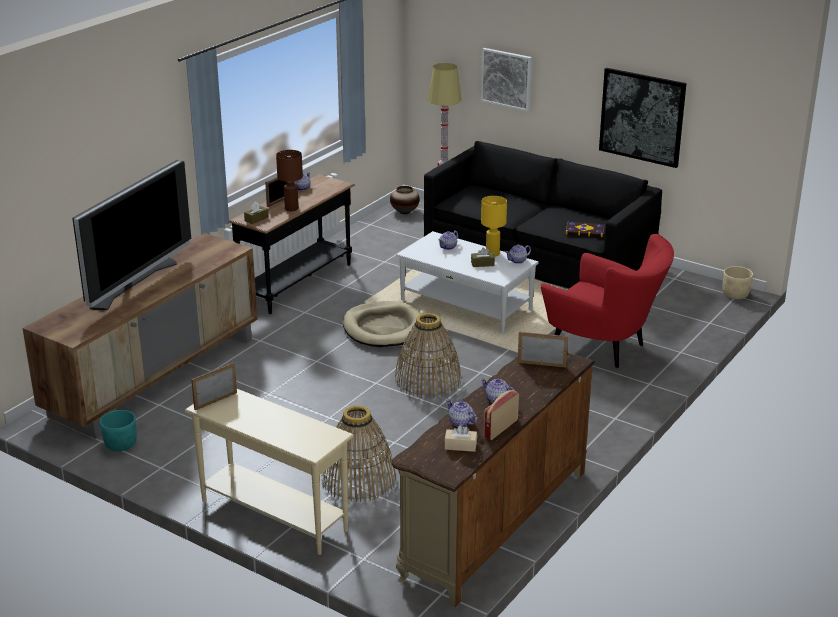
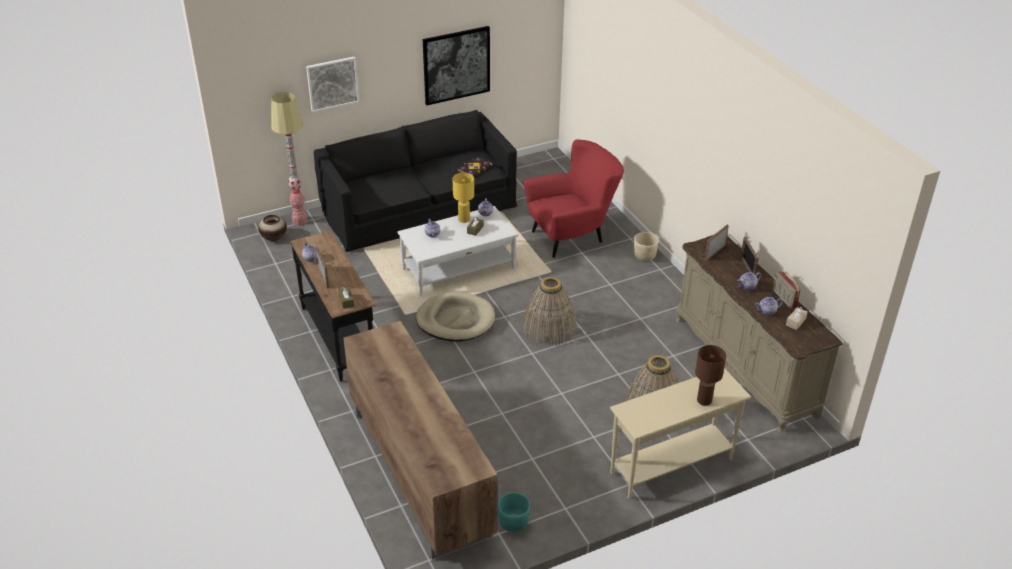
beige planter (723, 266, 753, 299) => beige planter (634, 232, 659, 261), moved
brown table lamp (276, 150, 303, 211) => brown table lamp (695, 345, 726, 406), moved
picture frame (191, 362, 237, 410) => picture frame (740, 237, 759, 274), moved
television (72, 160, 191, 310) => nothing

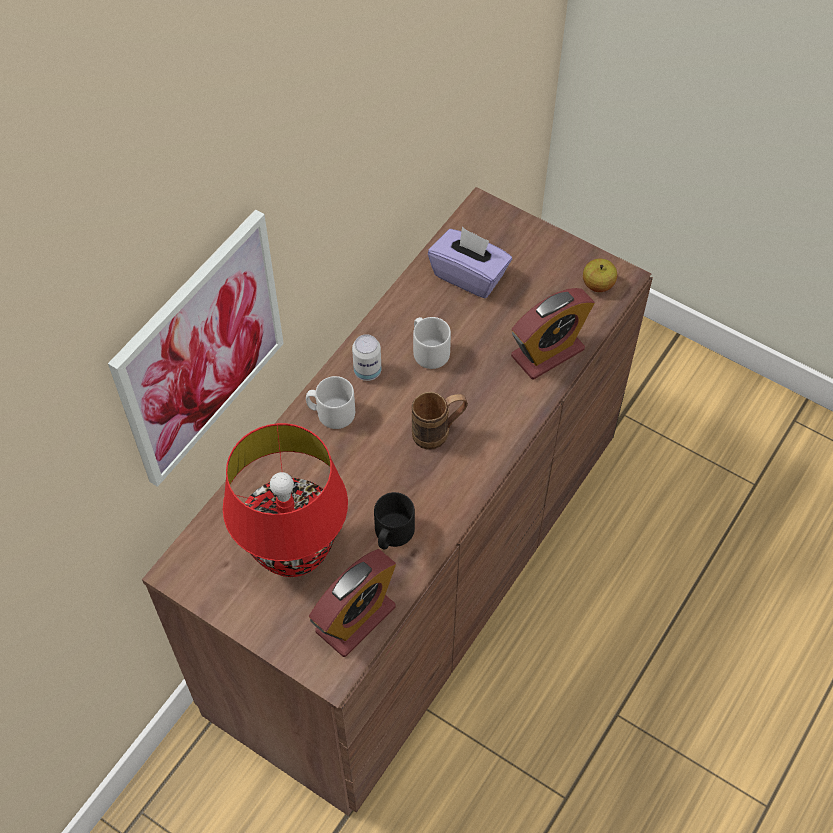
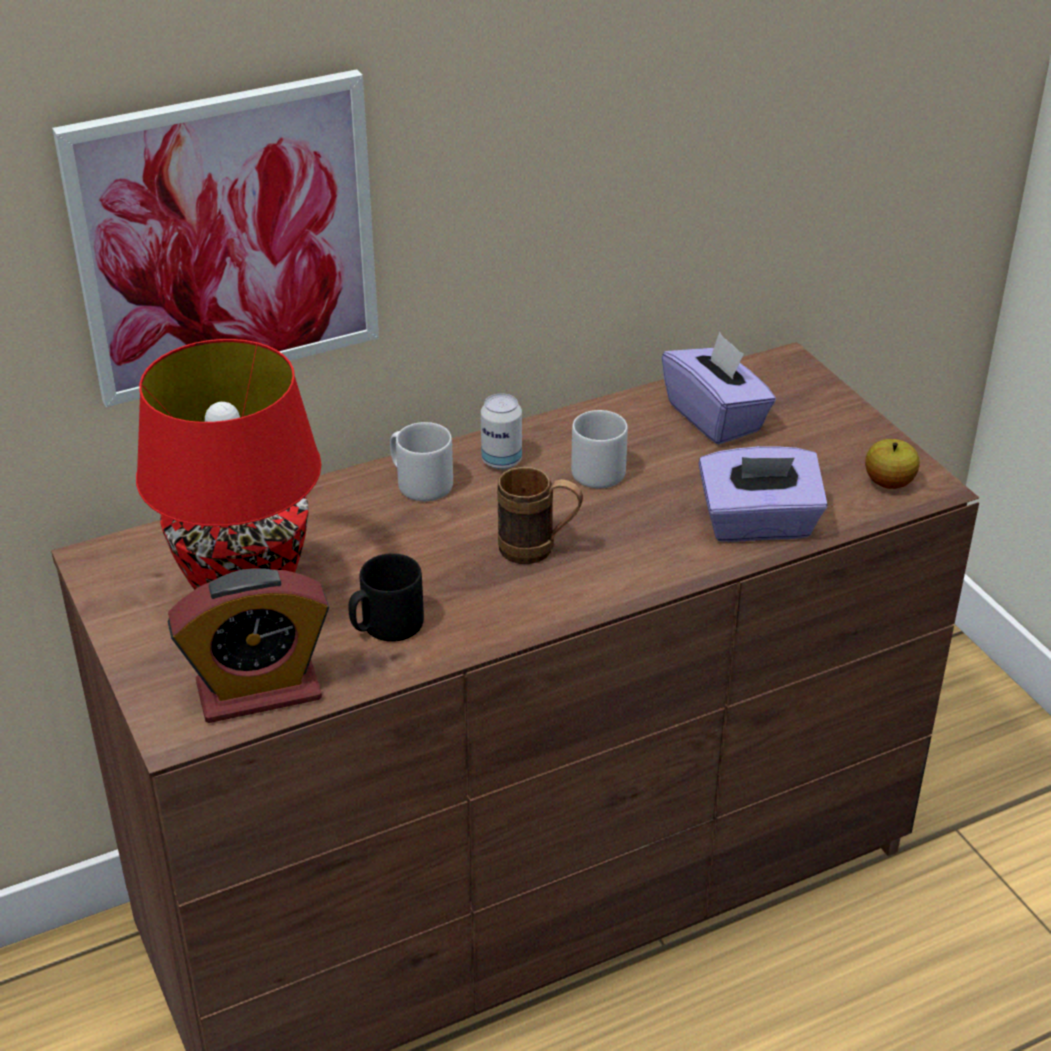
alarm clock (511, 288, 594, 380) => purple tissue box (699, 446, 828, 542)

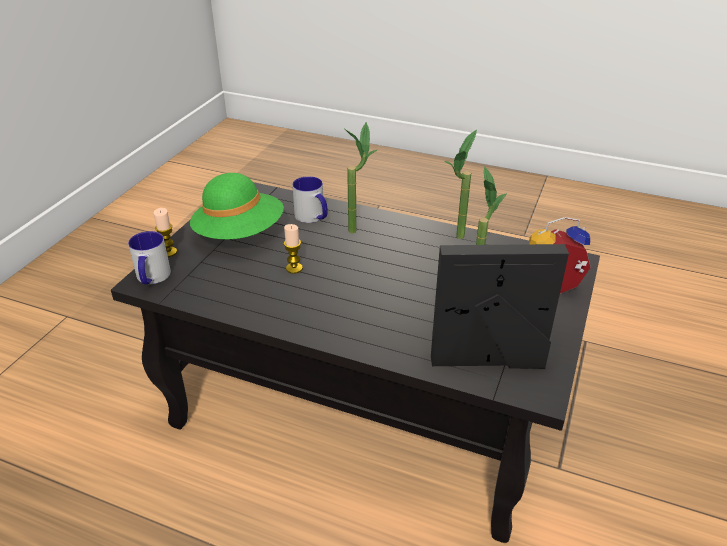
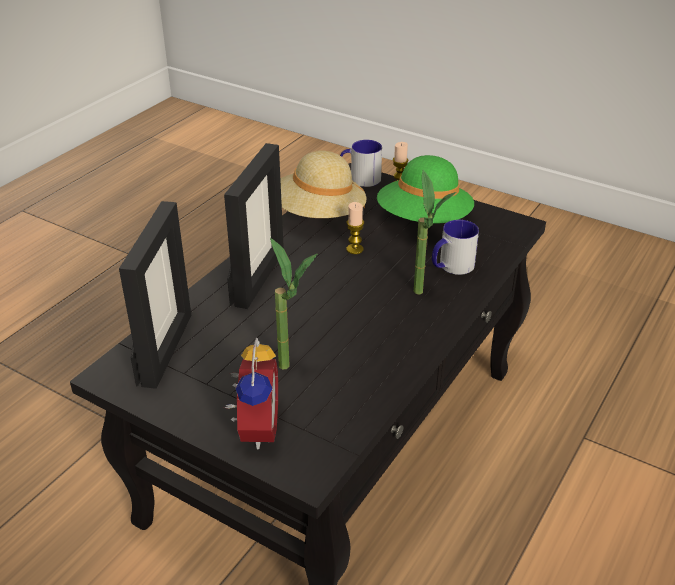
nothing => picture frame (224, 143, 284, 309)
nothing => beige hat (280, 151, 366, 218)
potted plant (444, 129, 477, 239) => nothing

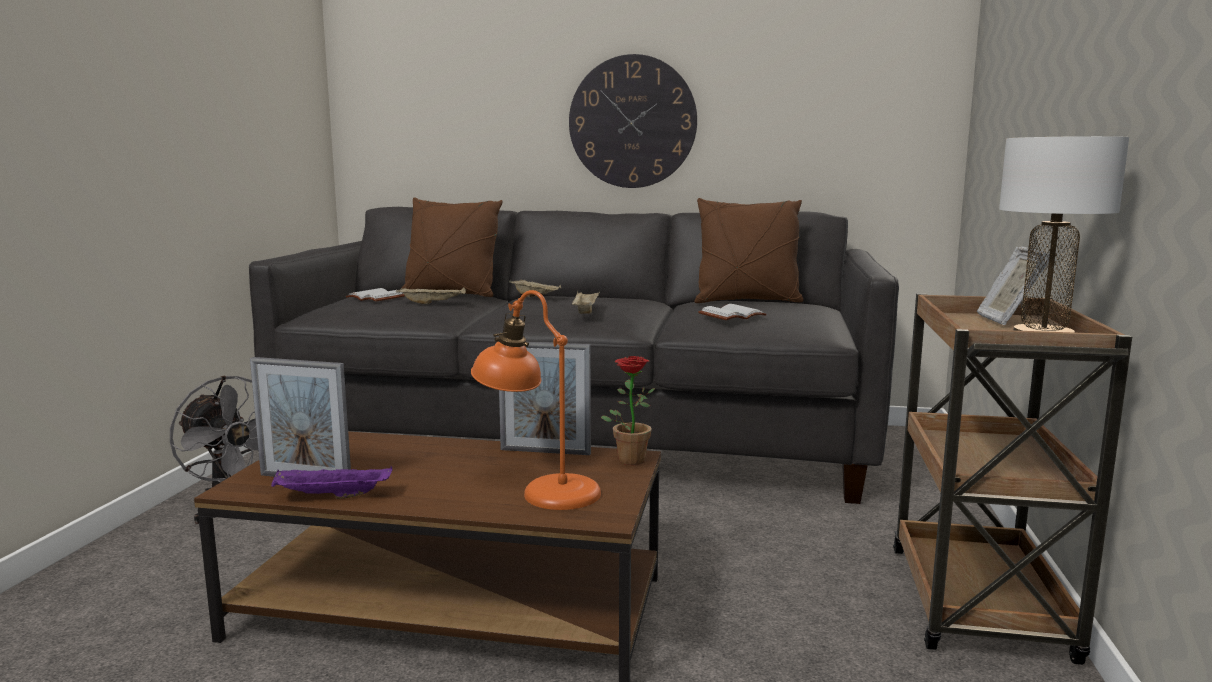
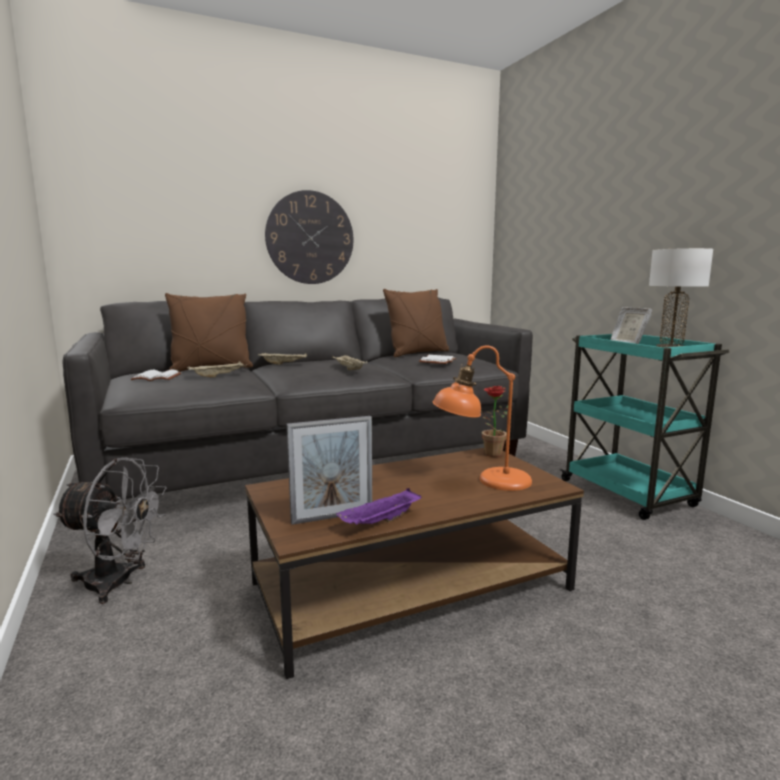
brown cart (893, 293, 1132, 665) => turquoise cart (560, 334, 729, 520)
picture frame (499, 342, 591, 455) => nothing

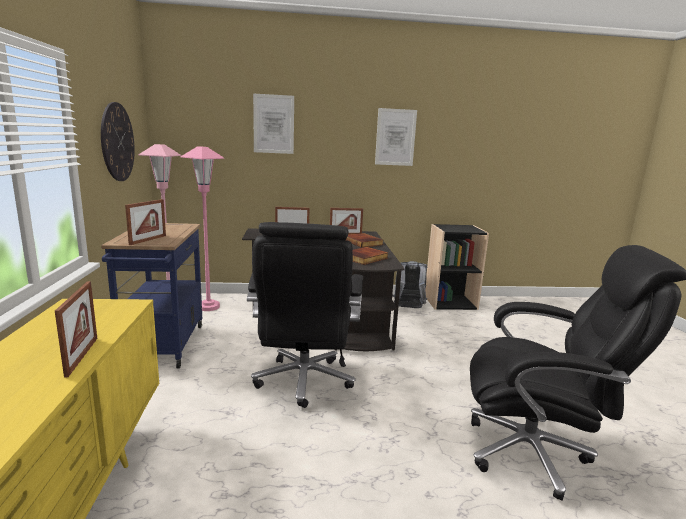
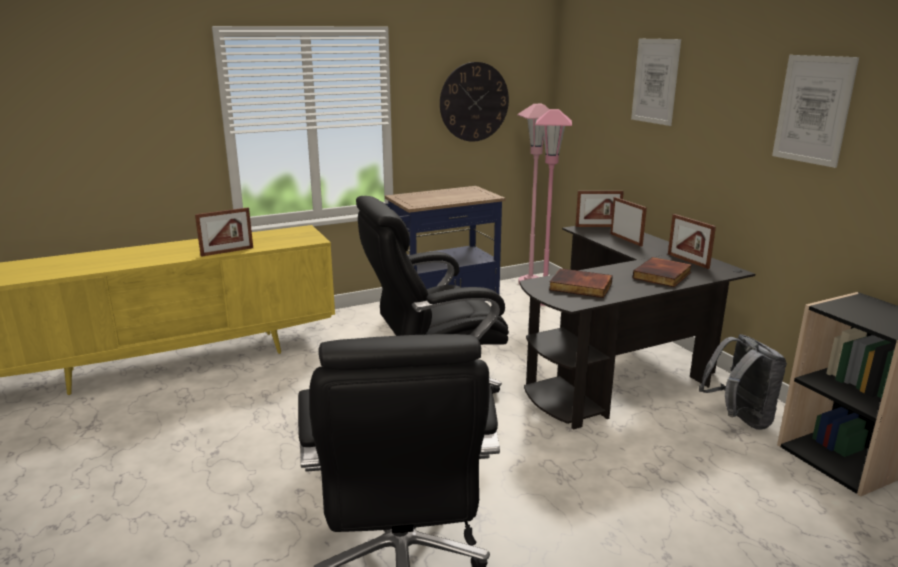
picture frame (125, 199, 166, 245) => picture frame (575, 191, 624, 227), moved

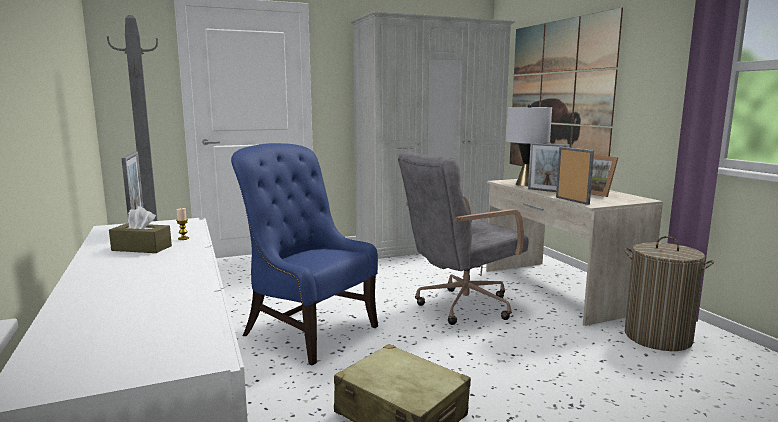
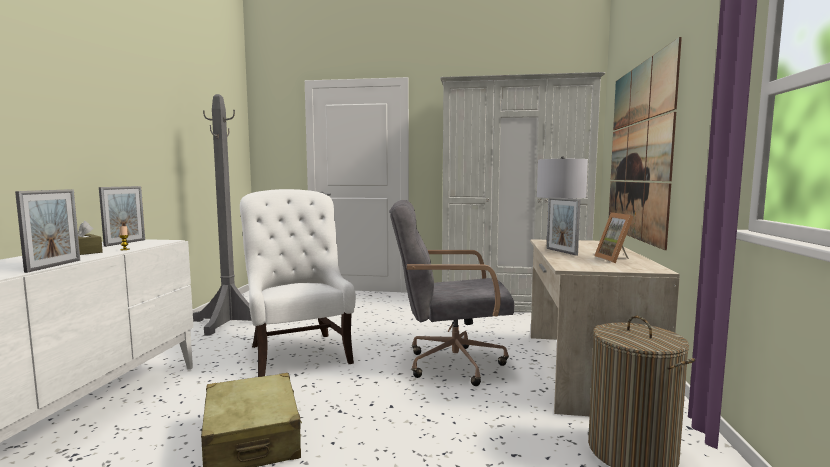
picture frame (556, 147, 594, 205) => picture frame (15, 189, 80, 273), moved
blue chair (231, 143, 378, 365) => white chair (240, 189, 356, 377)

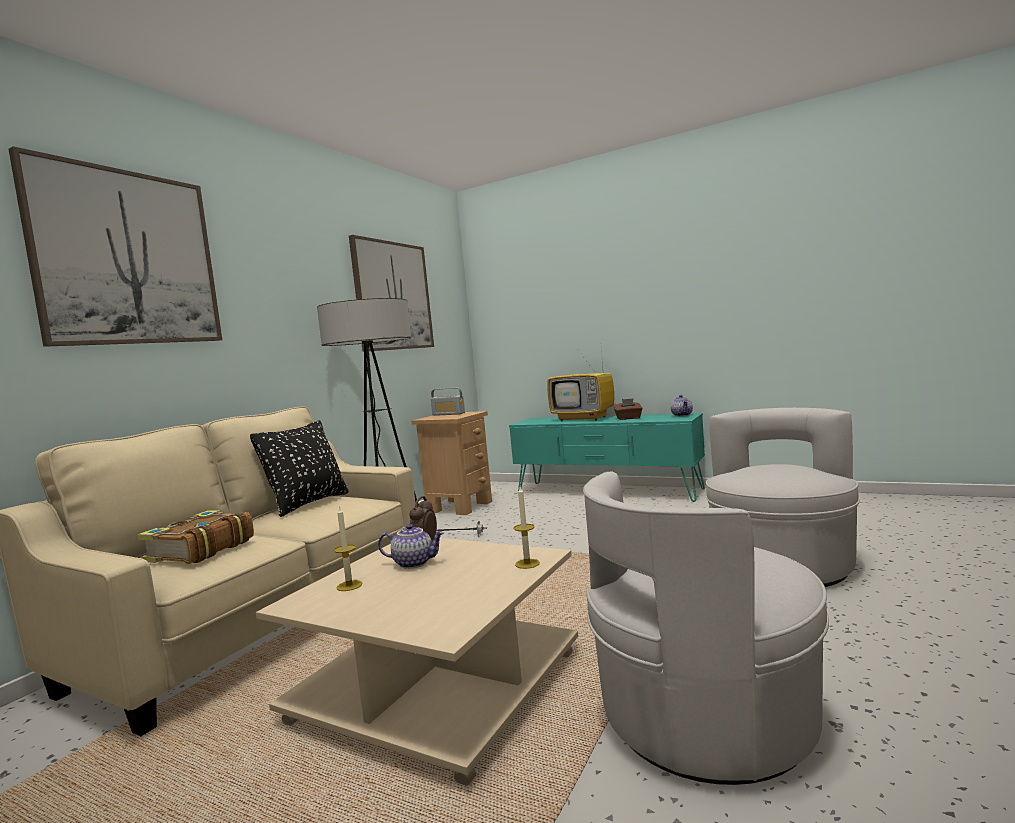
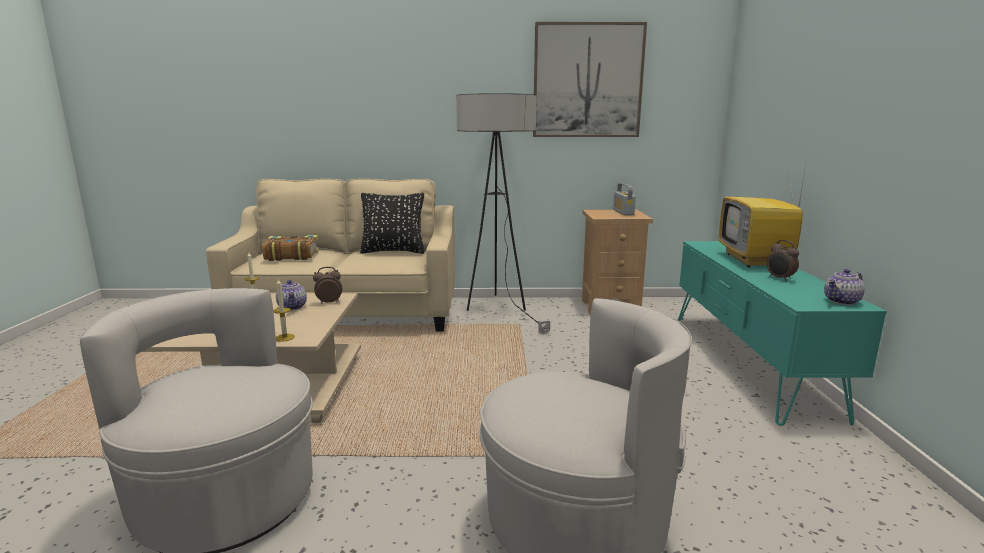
brown tissue box (614, 398, 642, 420) => alarm clock (767, 240, 799, 281)
picture (9, 146, 222, 347) => nothing

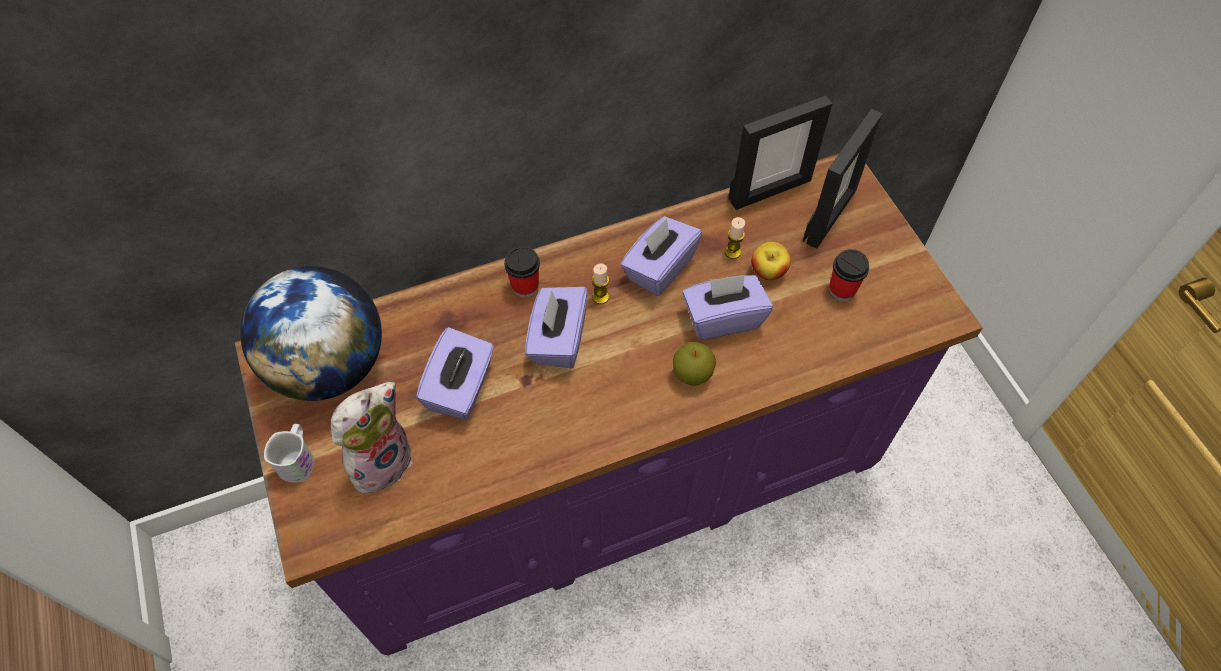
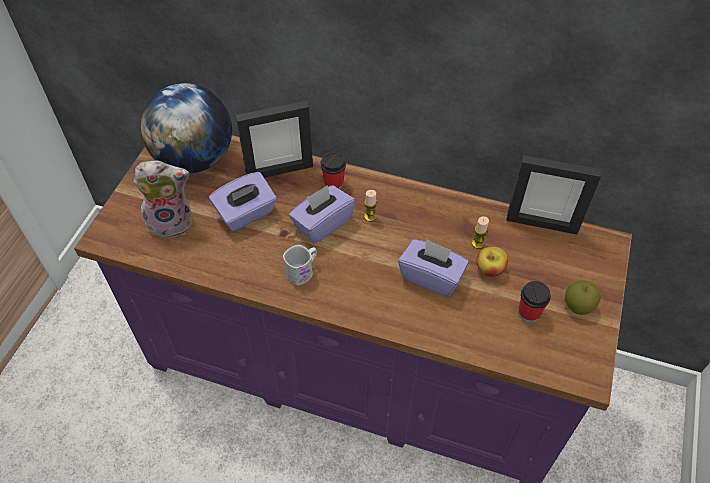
picture frame (802, 109, 883, 249) => picture frame (236, 101, 313, 178), moved
white mug (264, 424, 315, 483) => white mug (283, 245, 317, 285), moved
apple (673, 342, 716, 386) => apple (565, 280, 601, 315), moved
purple tissue box (620, 216, 702, 296) => nothing

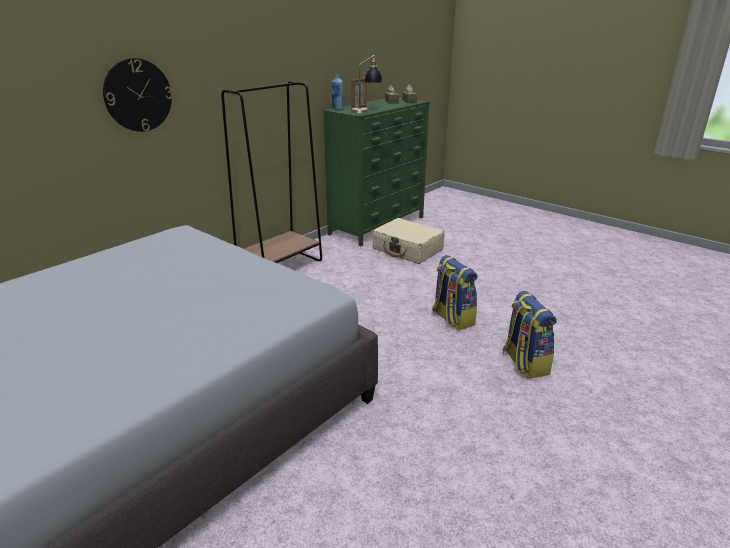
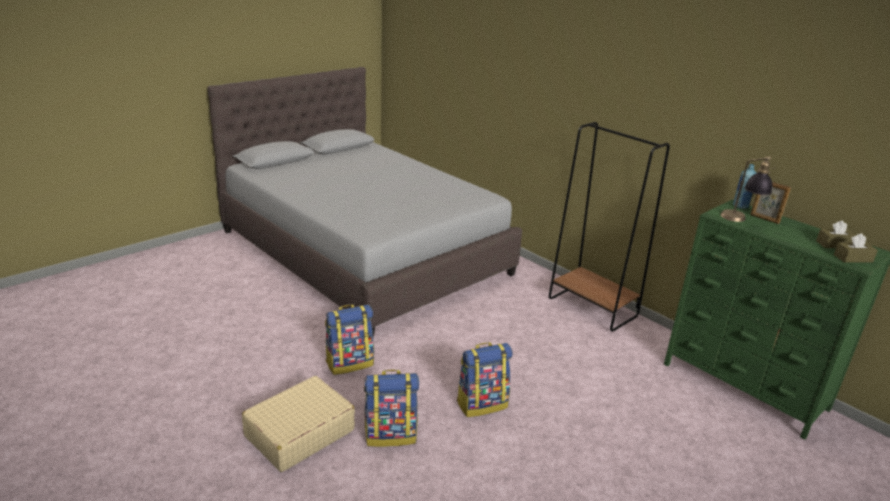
beige suitcase (372, 218, 444, 264) => beige suitcase (242, 376, 355, 472), moved
nothing => backpack (325, 304, 374, 375)
wall clock (103, 58, 172, 132) => nothing

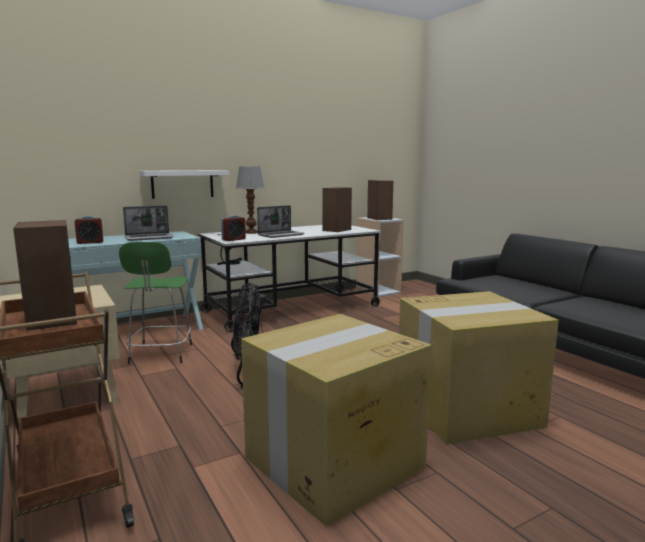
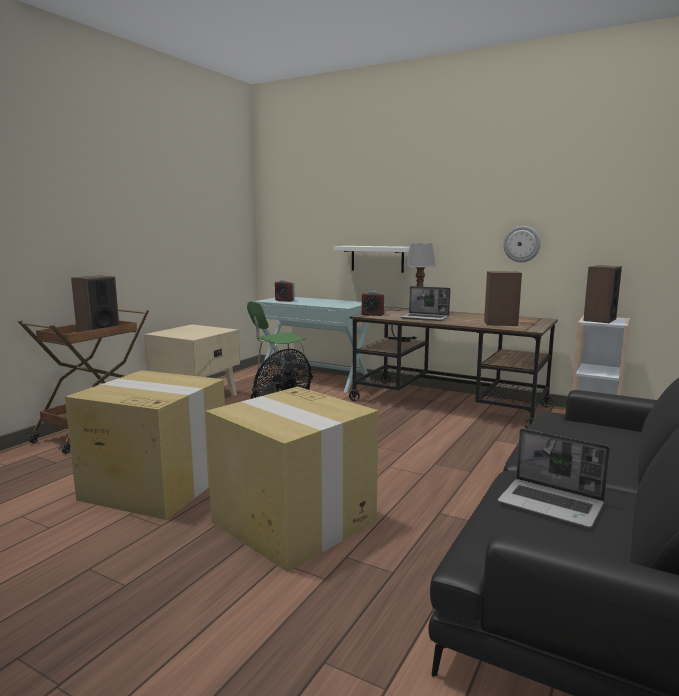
white desk (198, 225, 382, 332) => brown desk (349, 307, 558, 429)
laptop (123, 206, 173, 241) => laptop (498, 428, 610, 528), moved
nothing => wall clock (503, 226, 541, 262)

